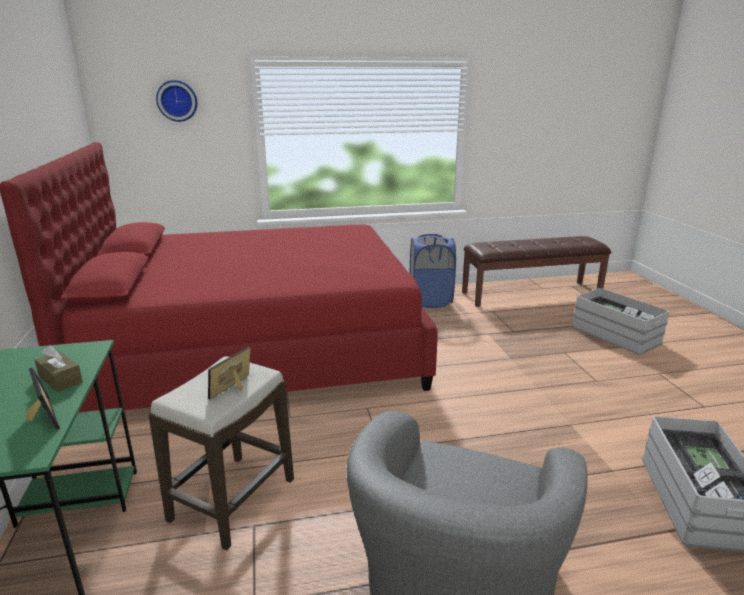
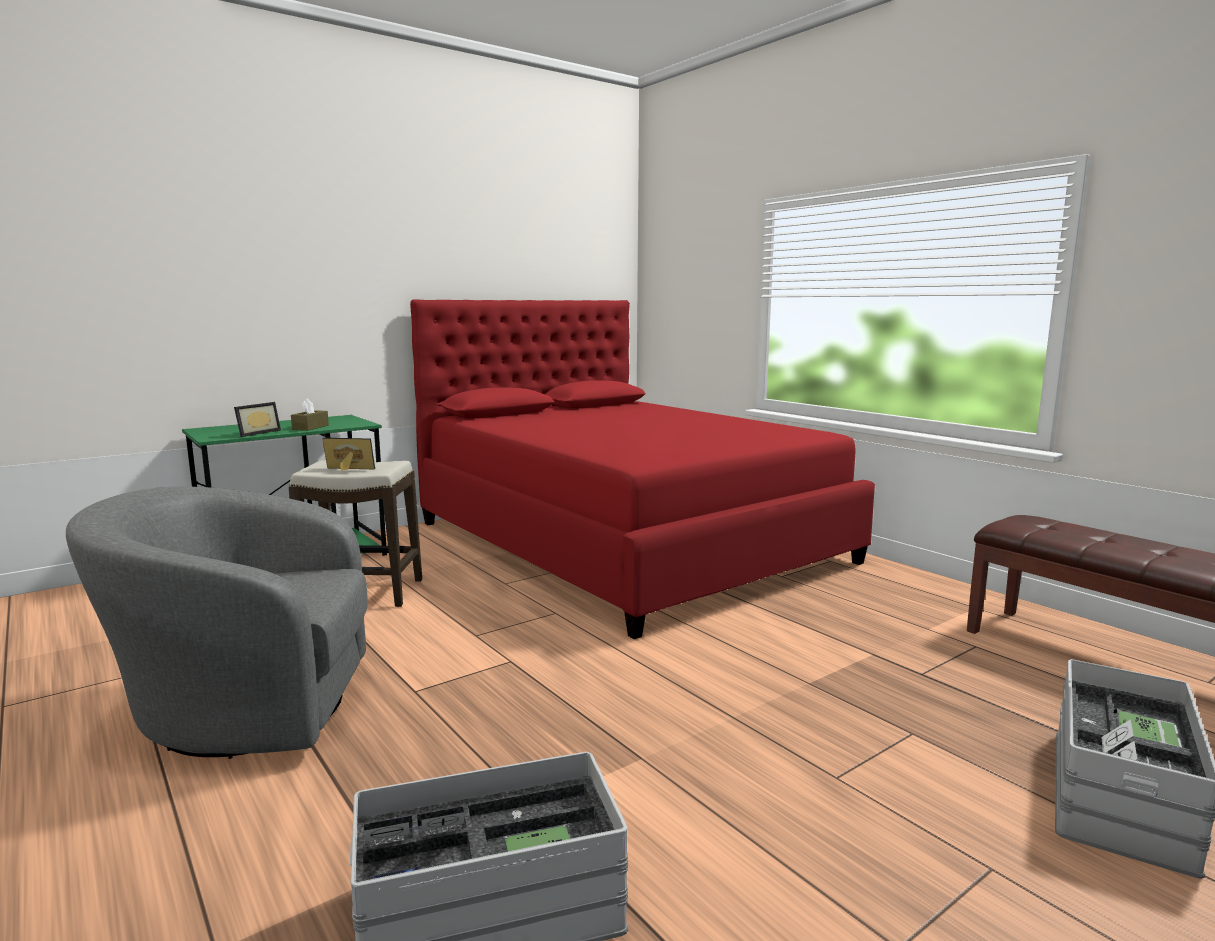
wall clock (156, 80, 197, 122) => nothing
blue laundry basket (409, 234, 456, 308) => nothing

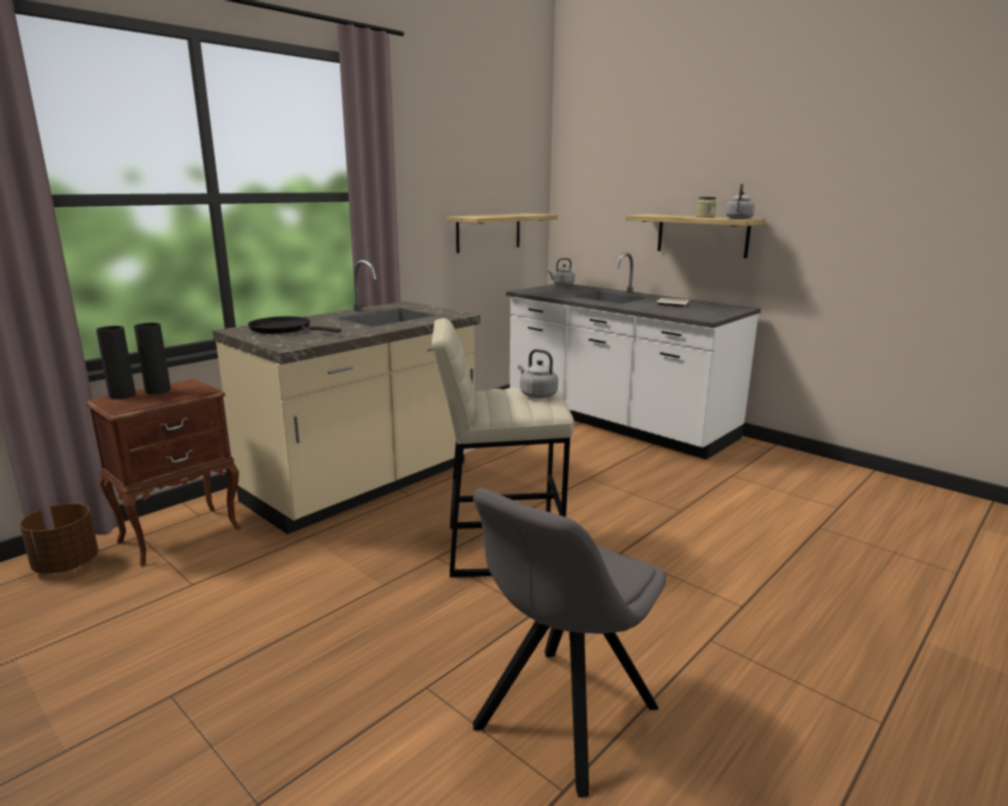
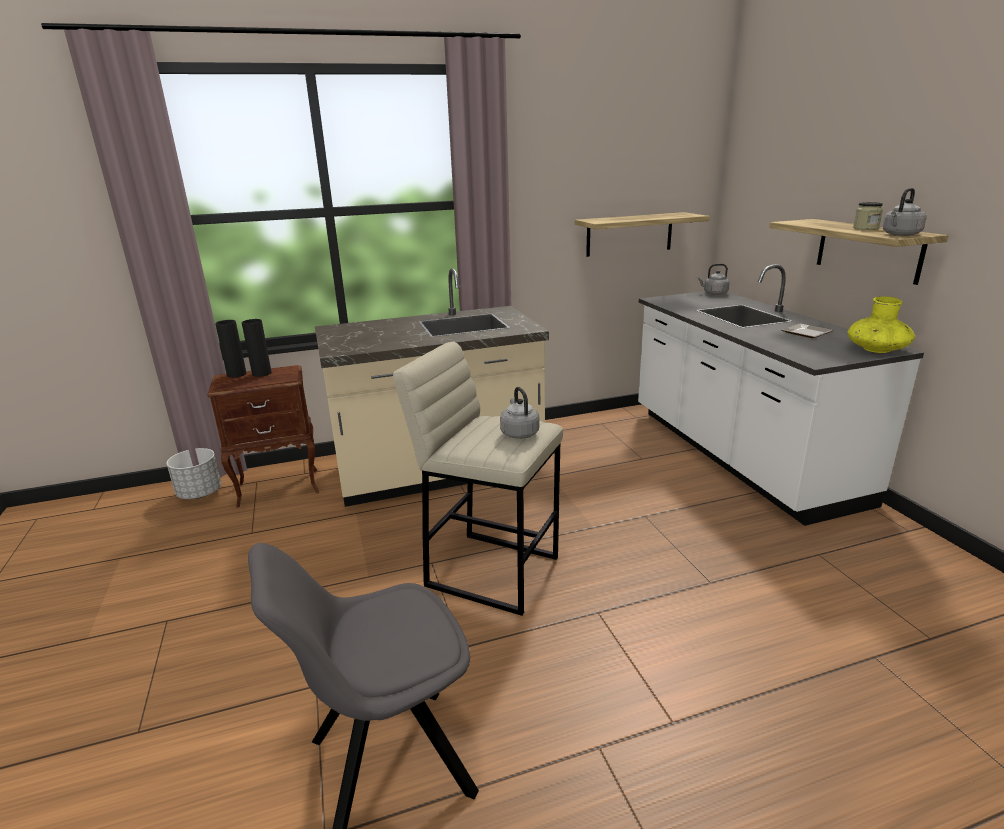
brown planter (20, 503, 98, 574) => white planter (167, 448, 221, 499)
nothing => yellow vase (848, 296, 915, 353)
black frying pan (248, 316, 341, 334) => nothing

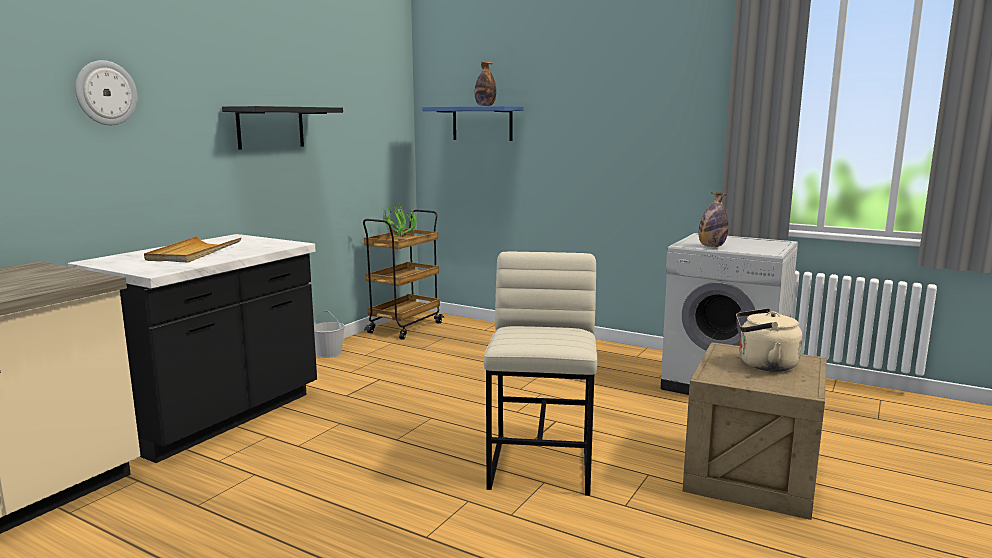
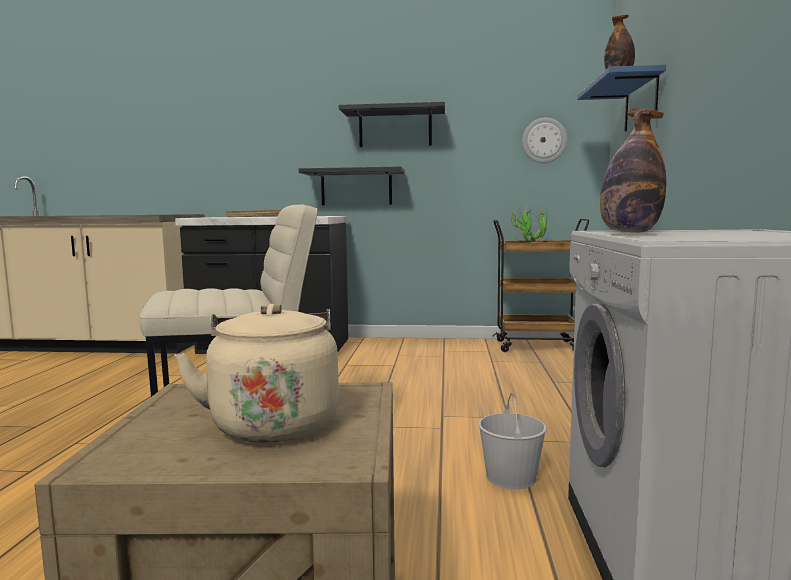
nothing => black shelf (299, 166, 405, 205)
white bucket (314, 311, 345, 358) => white bucket (478, 393, 546, 489), moved
wall clock (75, 60, 137, 125) => wall clock (522, 117, 567, 163), moved

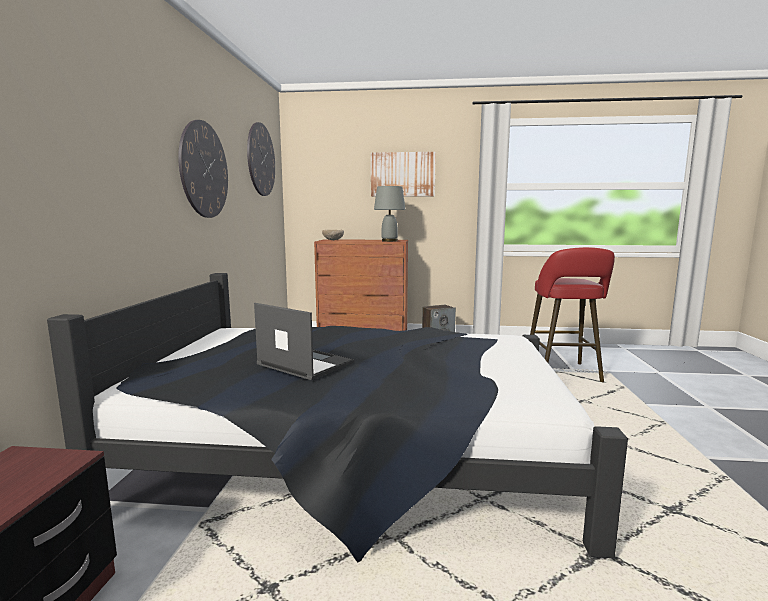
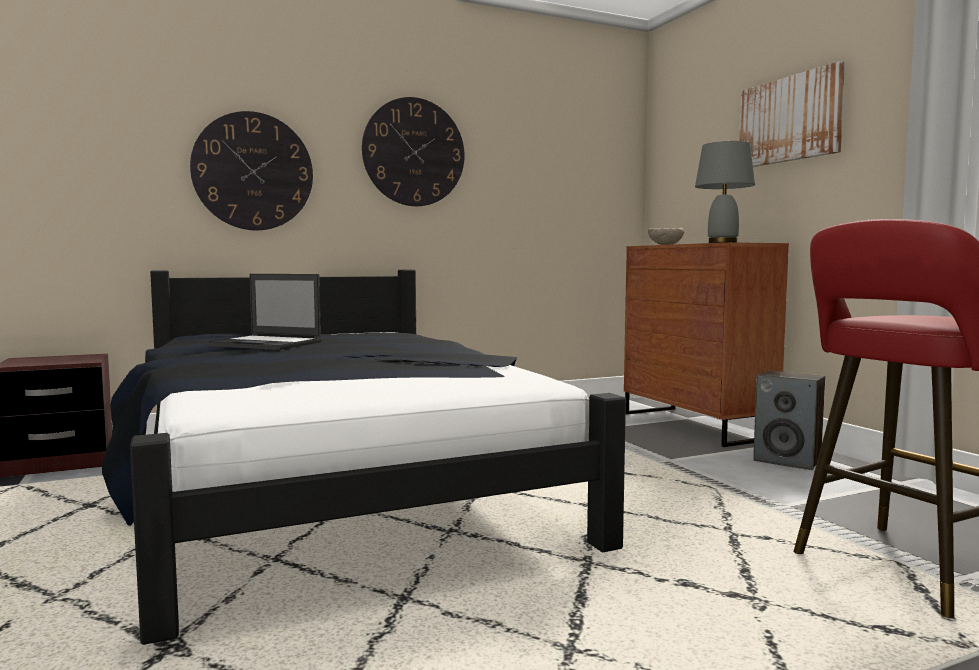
wall clock (247, 122, 275, 196) => wall clock (190, 111, 313, 230), moved
laptop (254, 303, 355, 380) => laptop (207, 274, 322, 350), 105 degrees clockwise

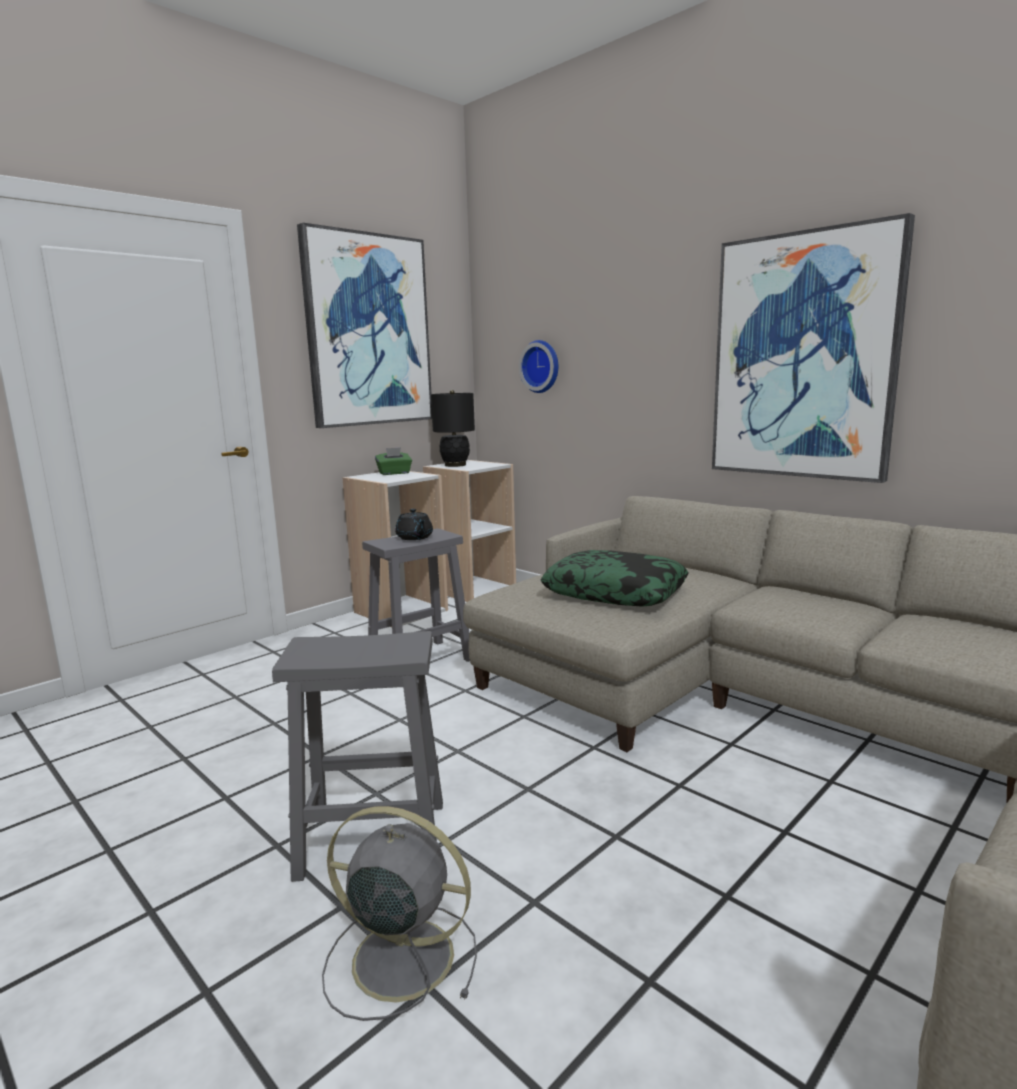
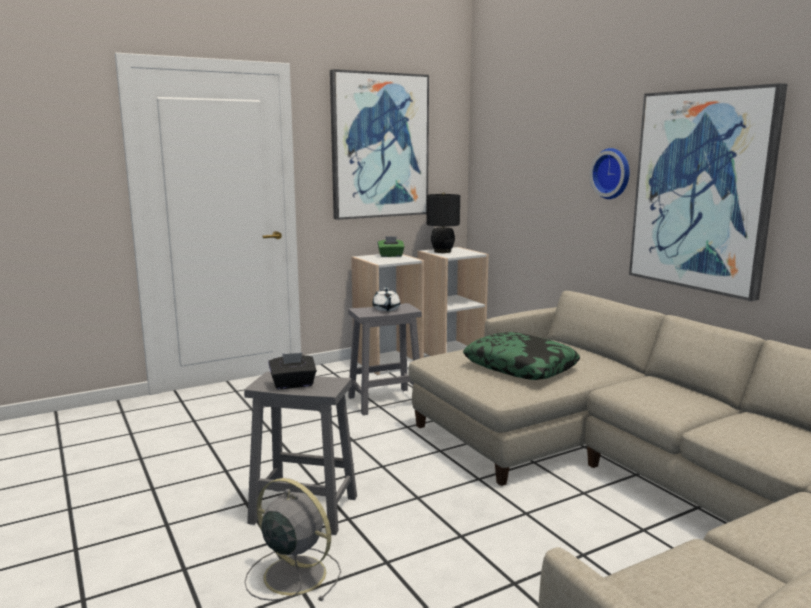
nothing => black tissue box (268, 353, 317, 389)
black teapot (395, 509, 433, 540) => white teapot (372, 288, 400, 311)
wall clock (519, 340, 558, 393) => wall clock (589, 148, 629, 199), moved

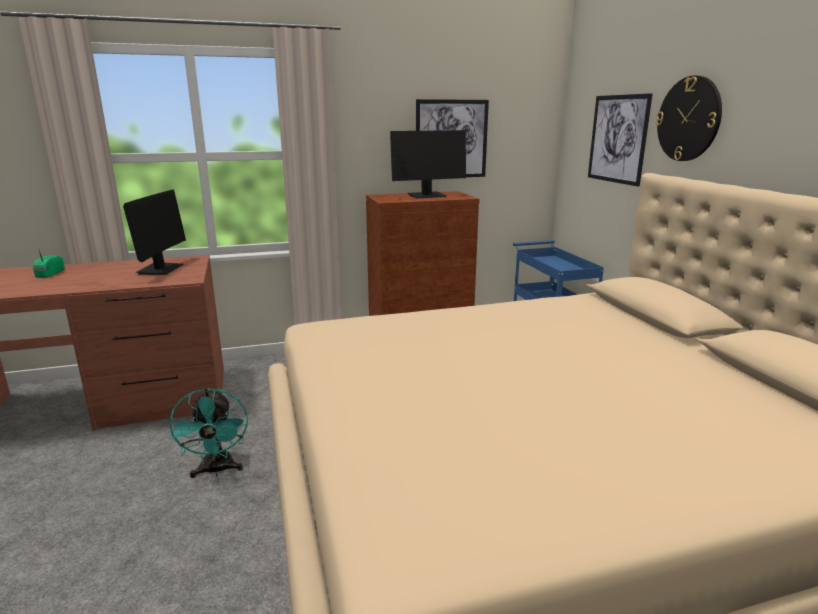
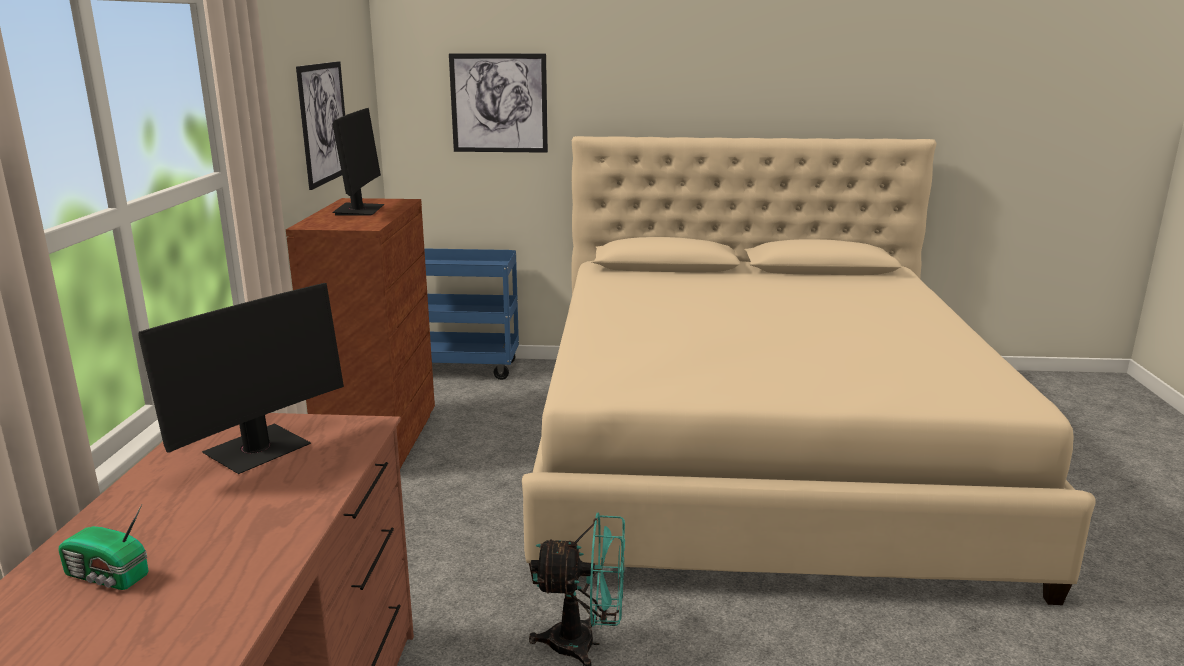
monitor (123, 189, 186, 275) => monitor (138, 283, 344, 474), 105 degrees clockwise
wall clock (656, 76, 722, 161) => nothing

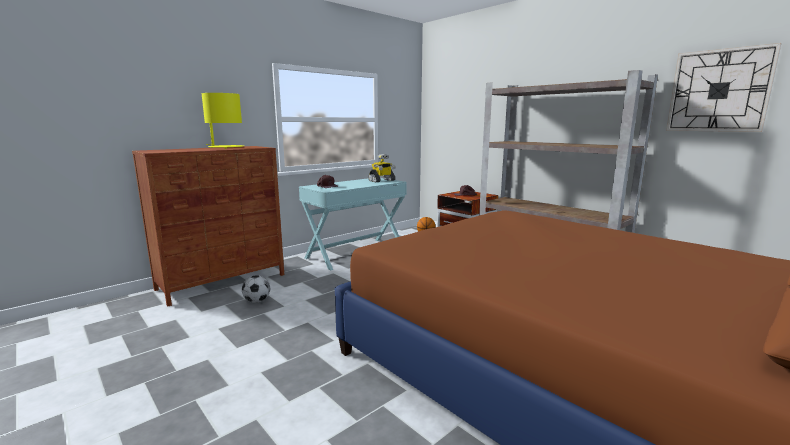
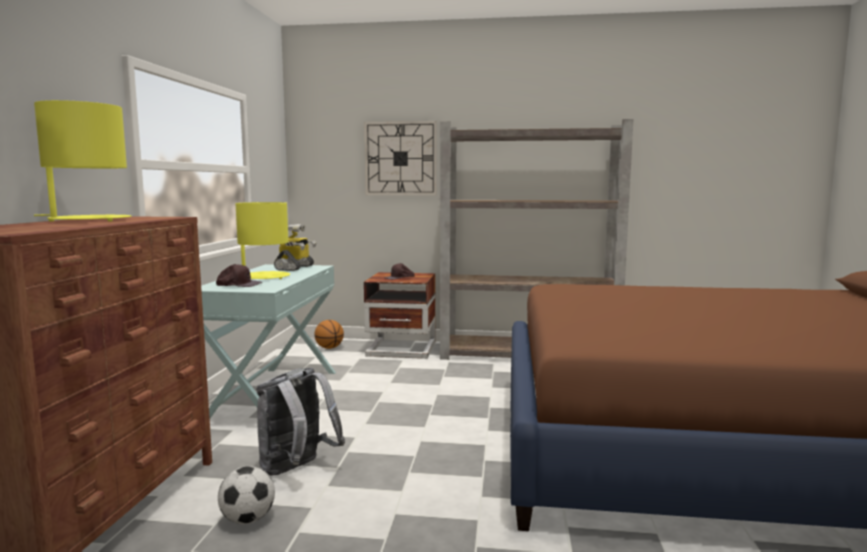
nothing => yellow table lamp (235, 202, 290, 279)
nothing => grey backpack (256, 368, 345, 476)
wall clock (666, 43, 782, 132) => wall clock (364, 121, 437, 195), moved

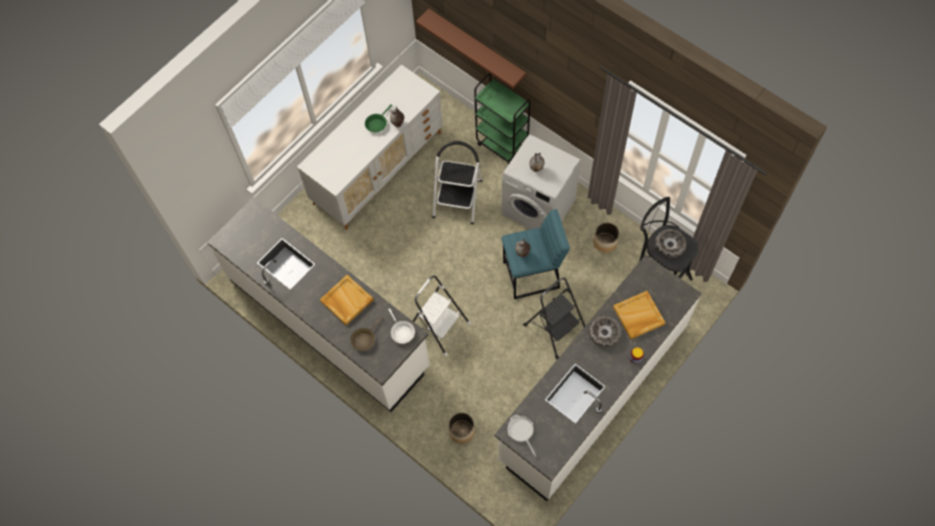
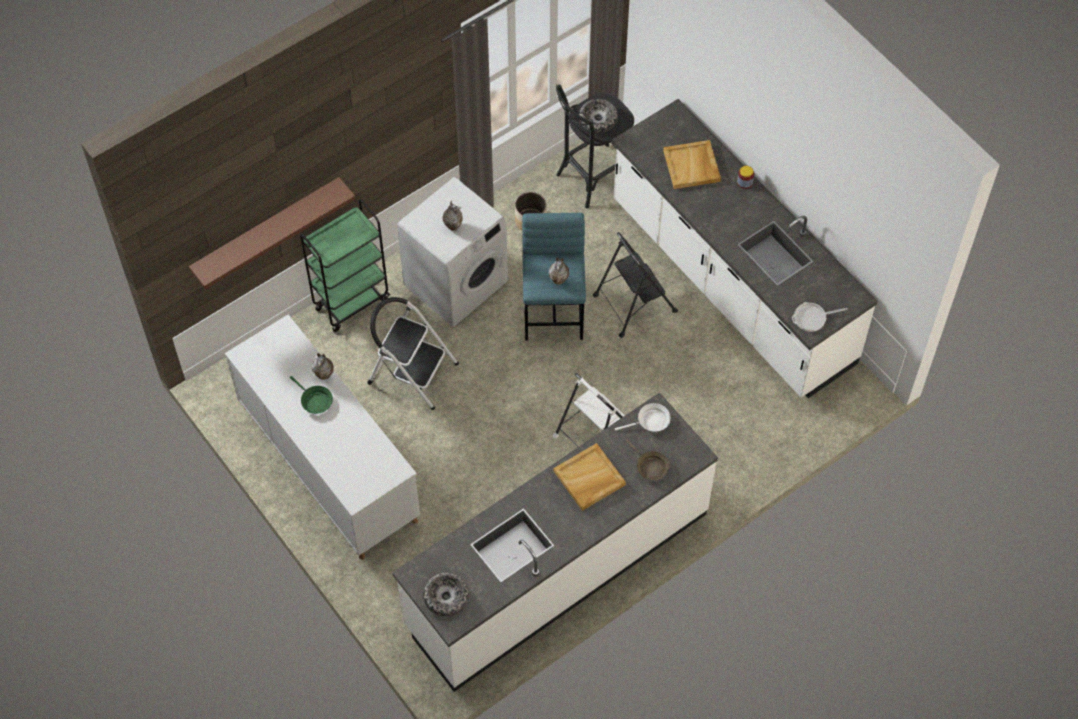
bowl (589, 316, 622, 347) => bowl (423, 573, 469, 616), moved
planter (448, 412, 475, 443) => nothing

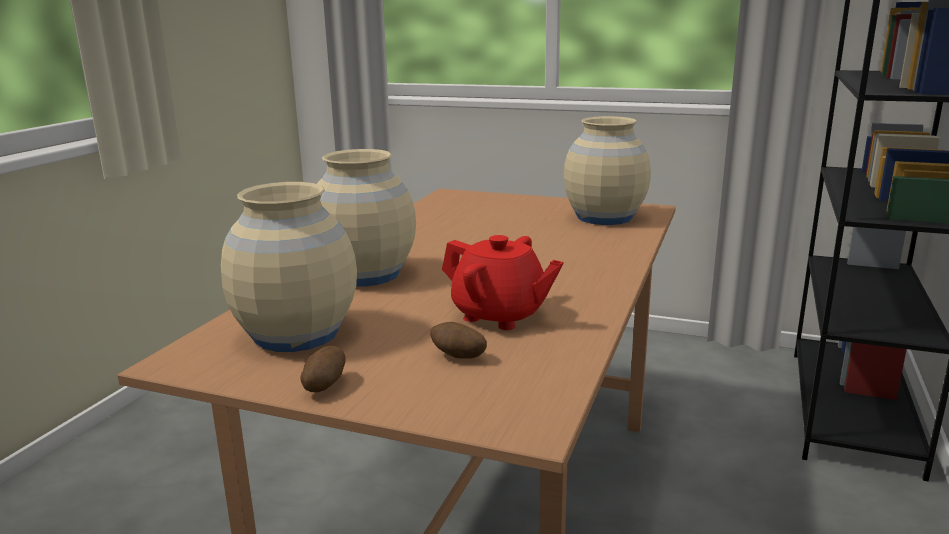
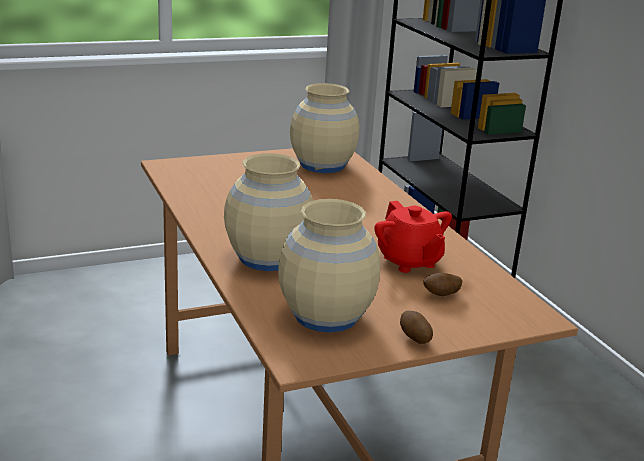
red teapot (442, 235, 564, 330) => red teapot (374, 201, 452, 273), 75 degrees clockwise

